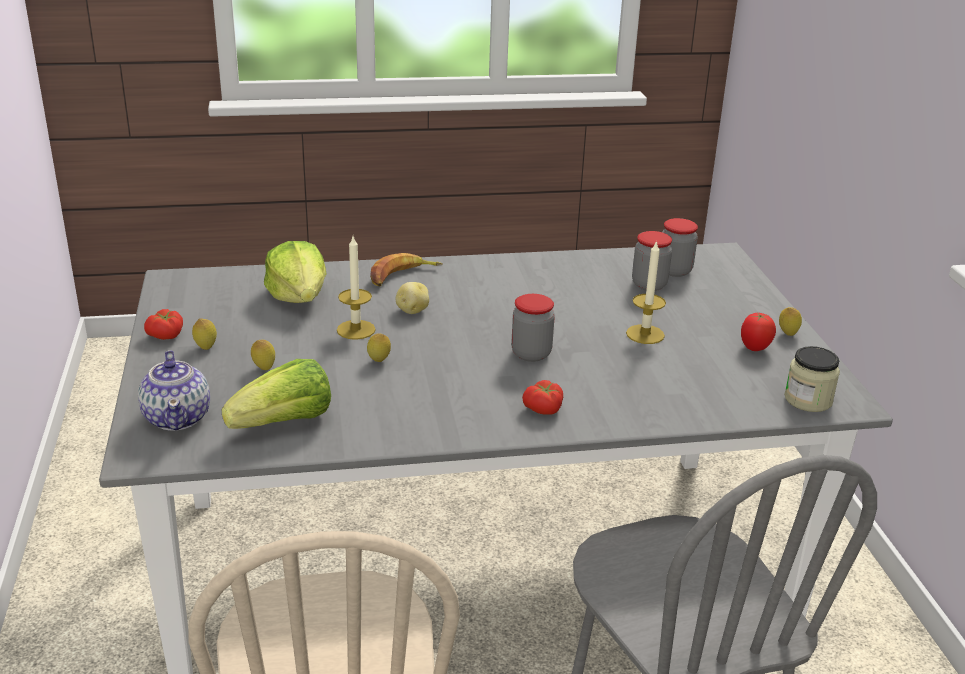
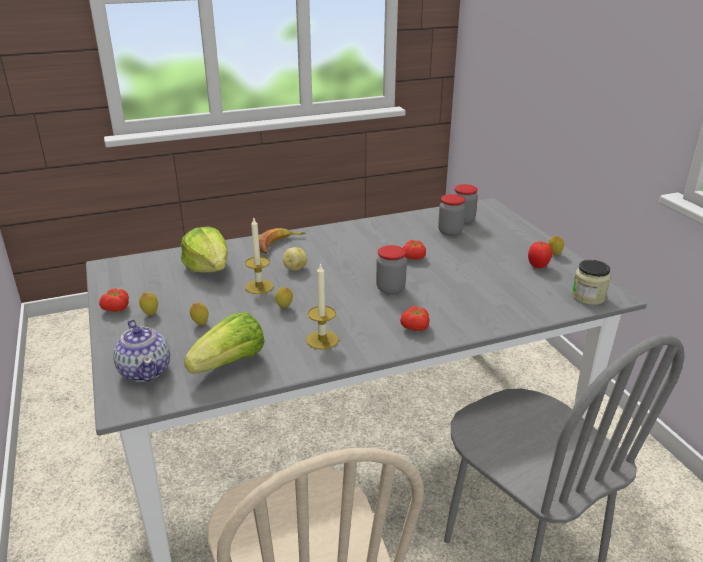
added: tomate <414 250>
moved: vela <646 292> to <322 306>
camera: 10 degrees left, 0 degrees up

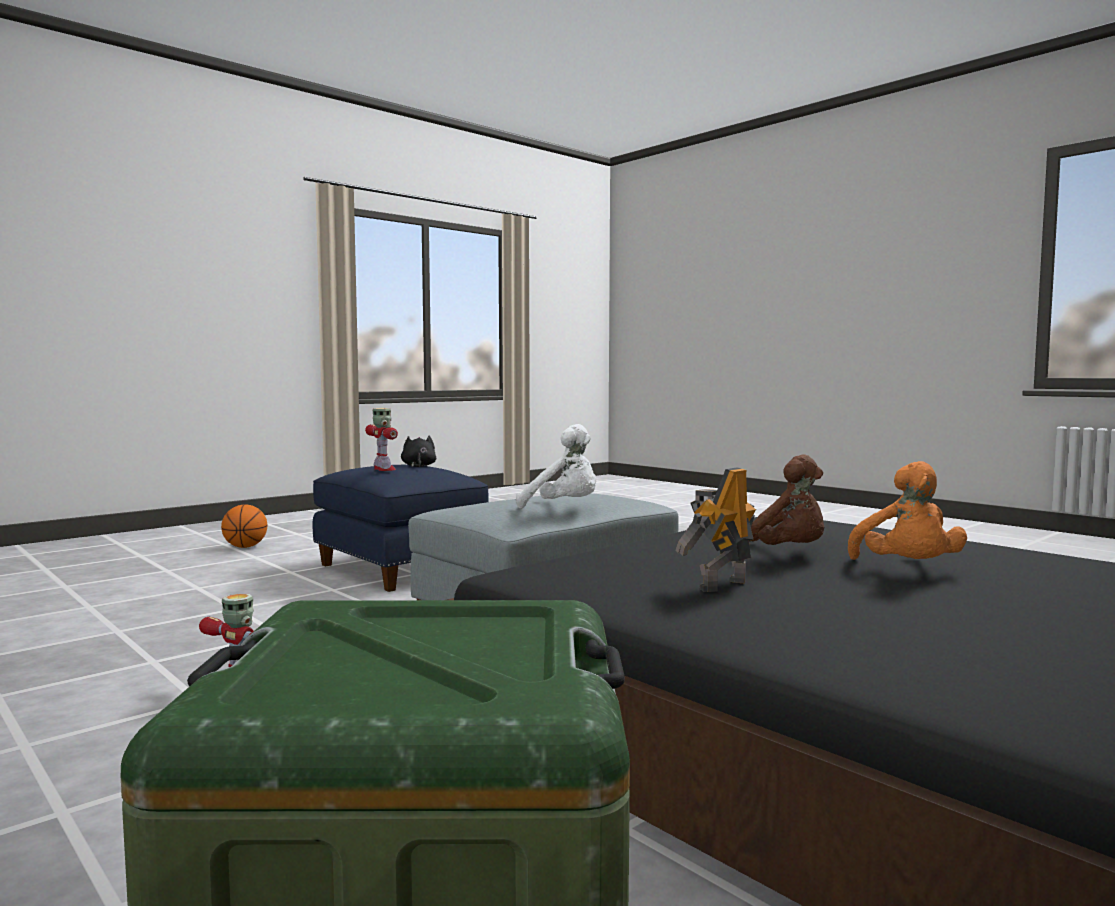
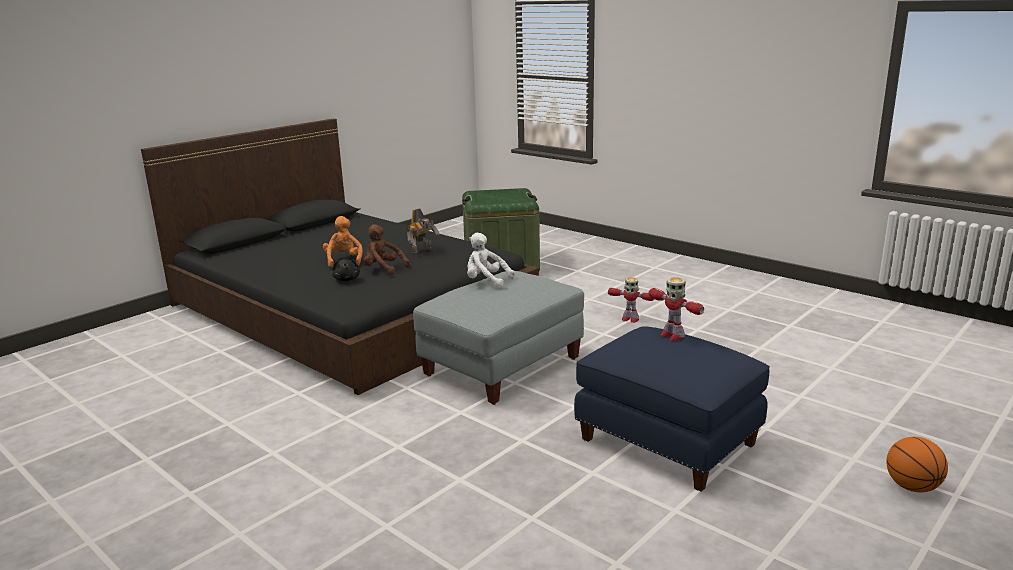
moved: peluche (negro) <418 451> to <346 270>
camera: 175 degrees right, 15 degrees up

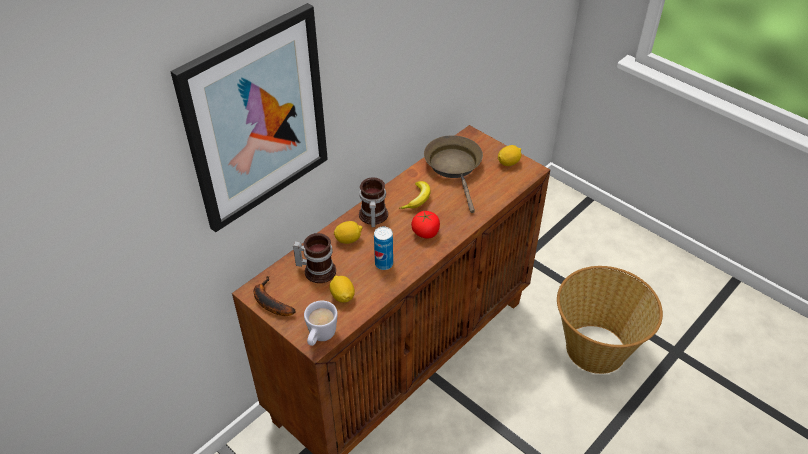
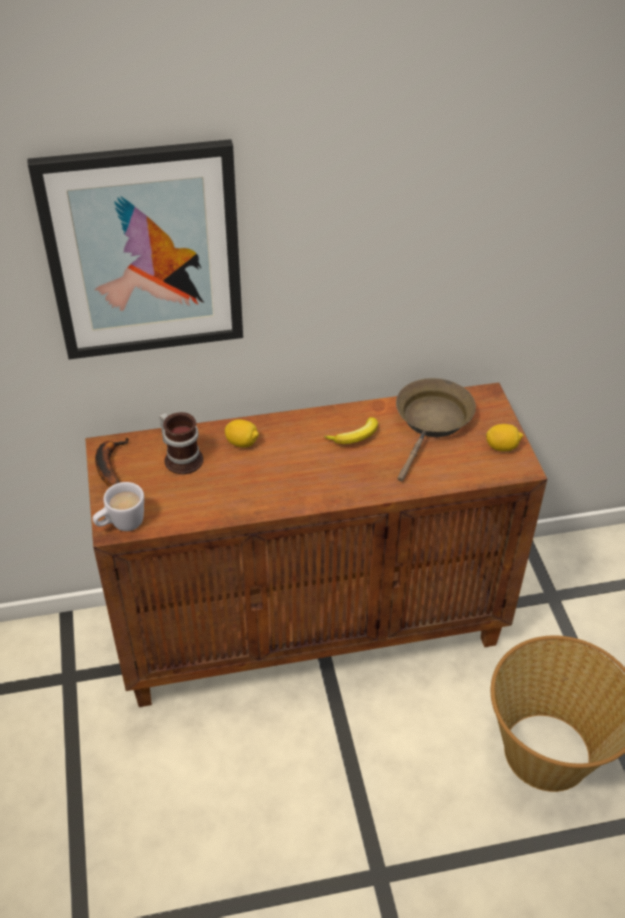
removed: limón <342 289>; taza grande <373 202>; lata <383 248>; tomate <425 225>
camera: 35 degrees right, 0 degrees up

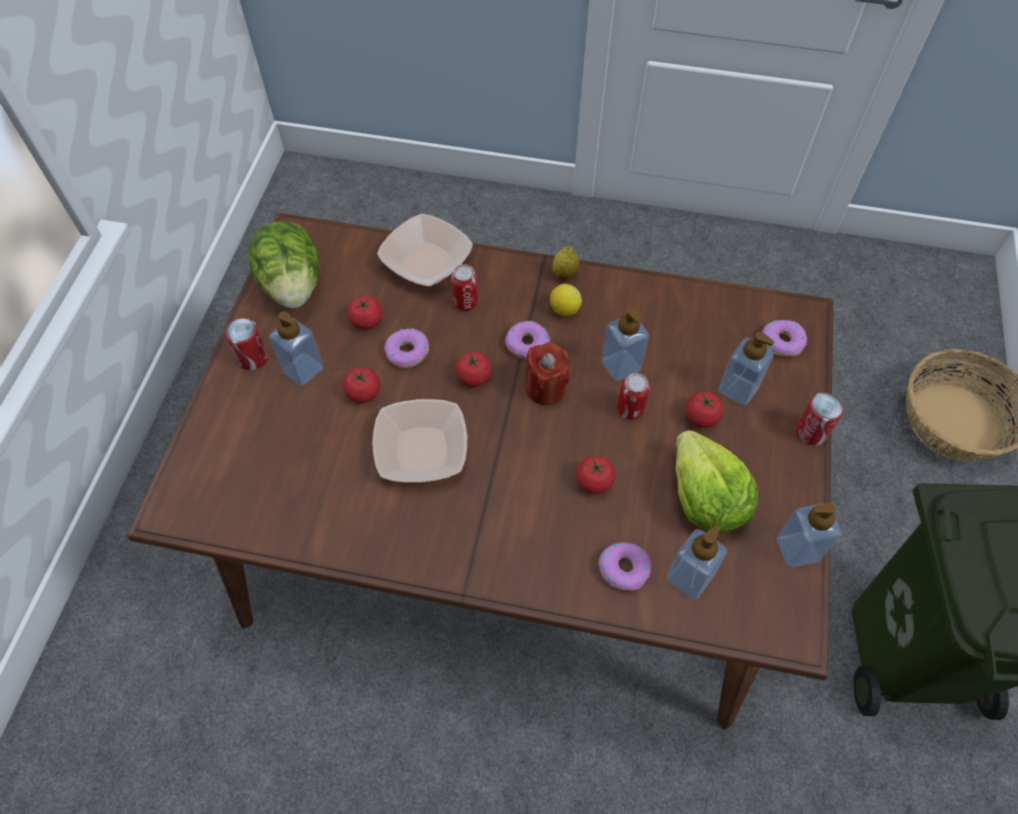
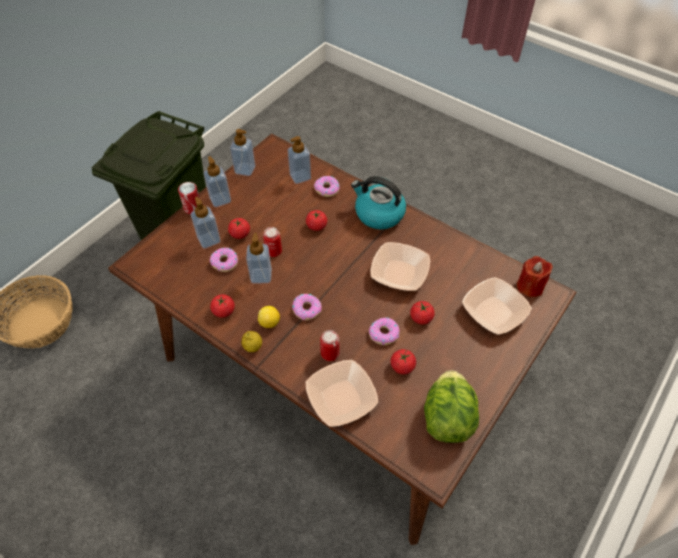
removed: lata <246 344>; lechuga <717 482>
added: hervidor <378 202>; cuenco <497 306>
moved: dispensador de jabón <296 348> to <217 181>; tomate <473 369> to <222 306>; vela (rojo) <547 373> to <535 276>; rosquilla <784 338> to <223 260>
camera: 155 degrees left, 5 degrees down

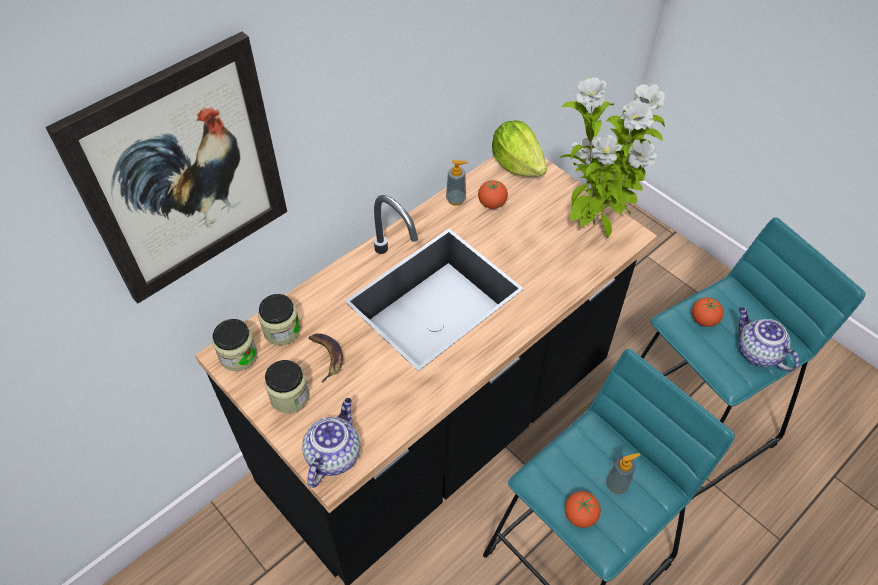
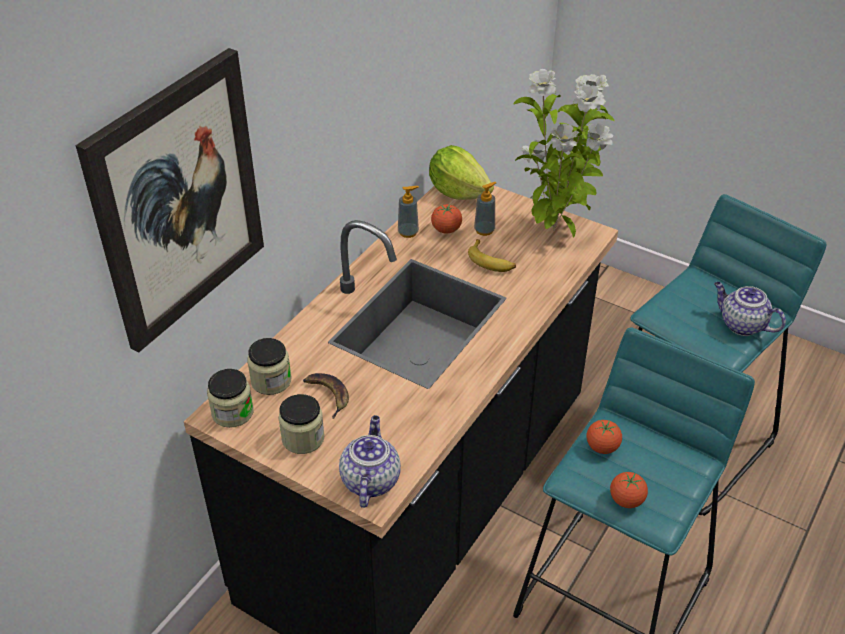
added: plátano <492 255>
moved: dispensador de jabón <623 473> to <485 209>; tomate <708 312> to <604 437>
camera: 15 degrees left, 10 degrees down

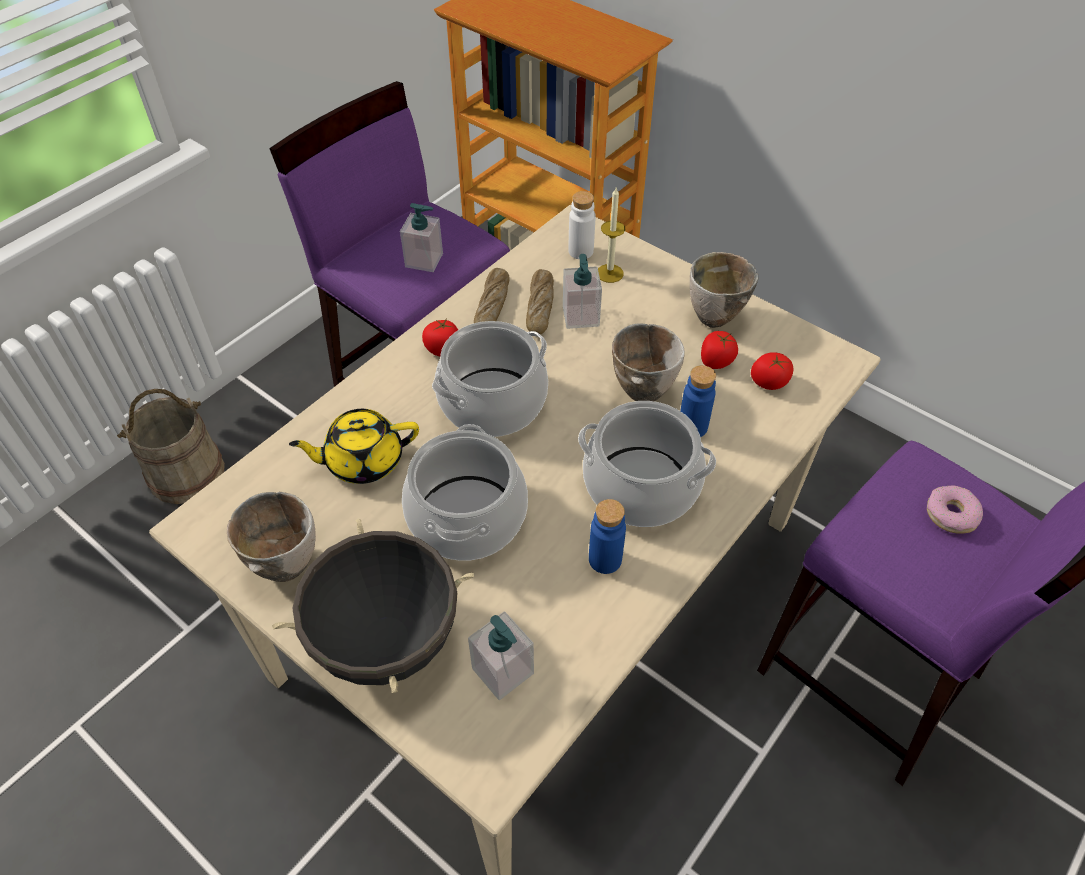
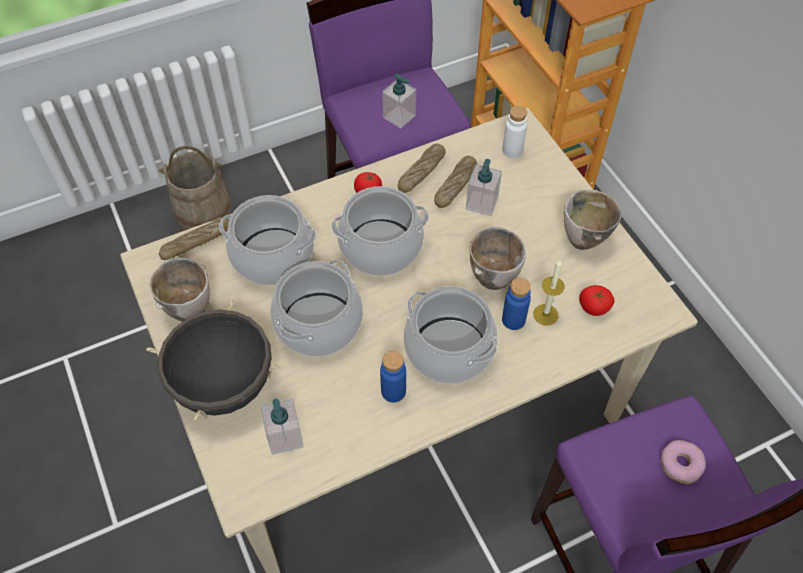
removed: tomate <719 350>
added: pan <194 238>
moved: vela <611 234> to <549 293>
replaced: tetera (amarillo) <354 446> to olla <267 240>
camera: 25 degrees right, 5 degrees up

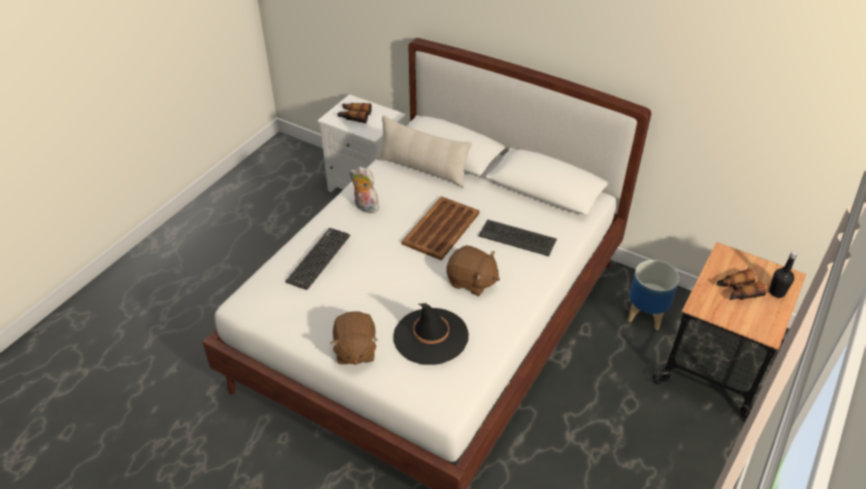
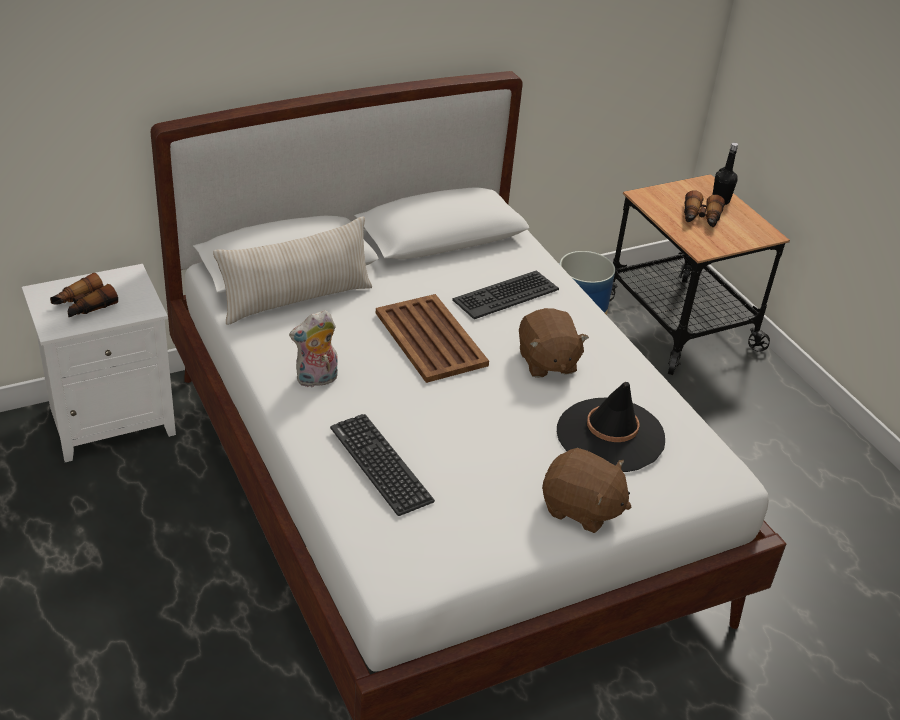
turned: peluche (marrón) <473 270> = <554 343> 105 degrees clockwise
camera: 60 degrees left, 5 degrees down

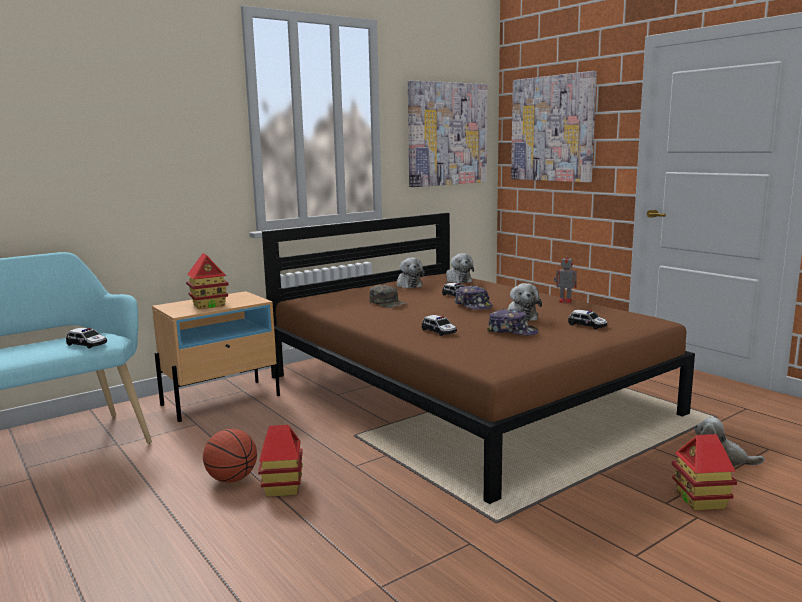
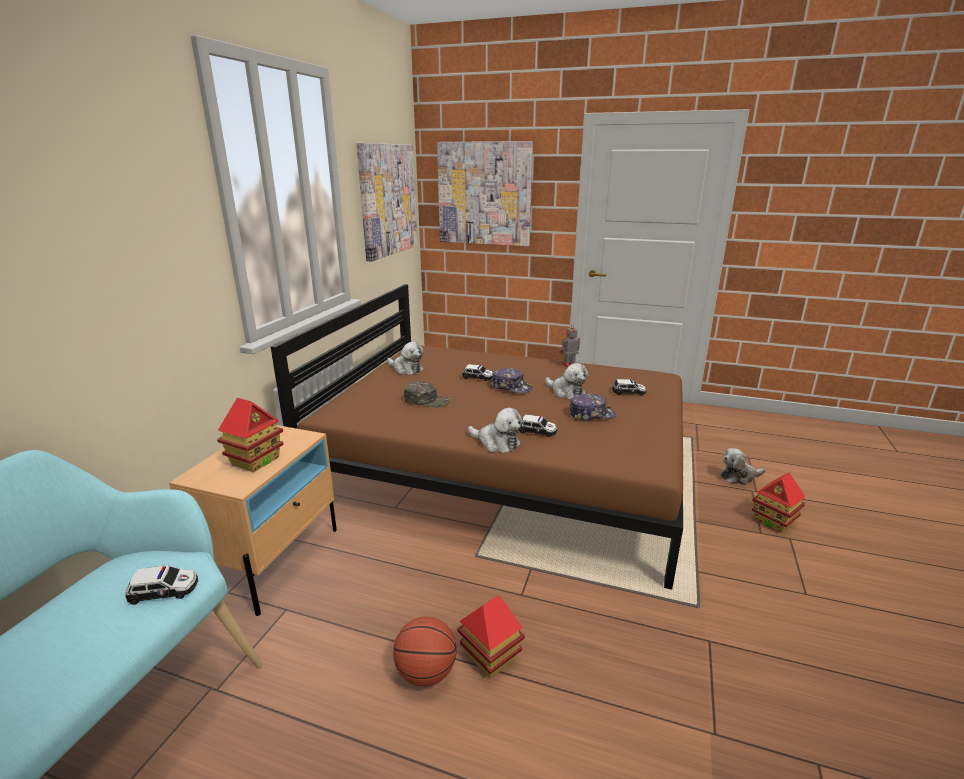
moved: peluche <460 268> to <495 430>
camera: 35 degrees left, 10 degrees up

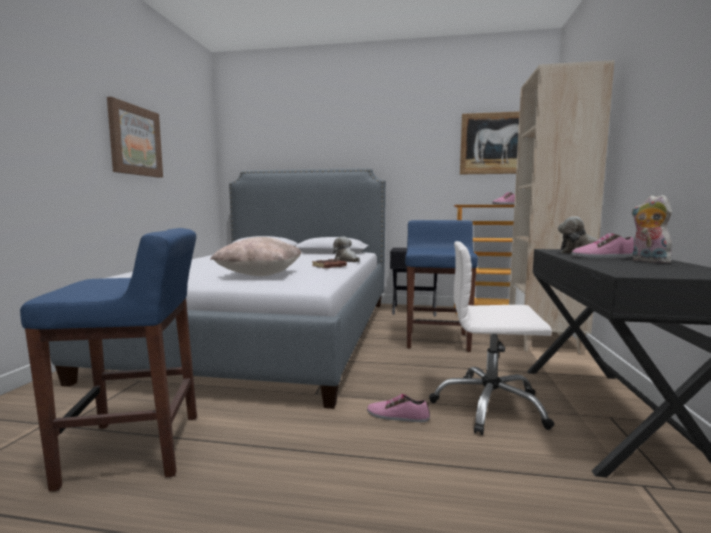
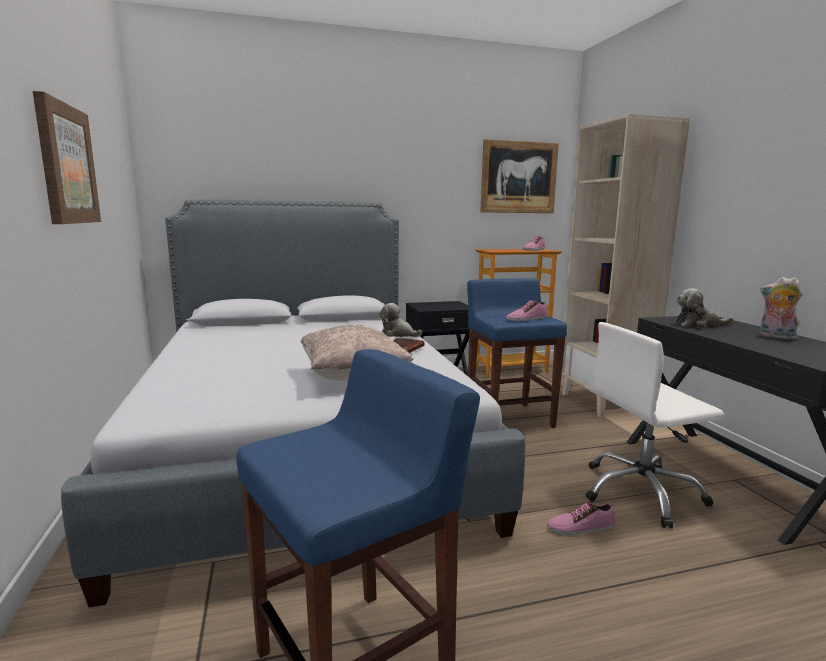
moved: zapato <602 245> to <527 311>
camera: 25 degrees left, 5 degrees up

